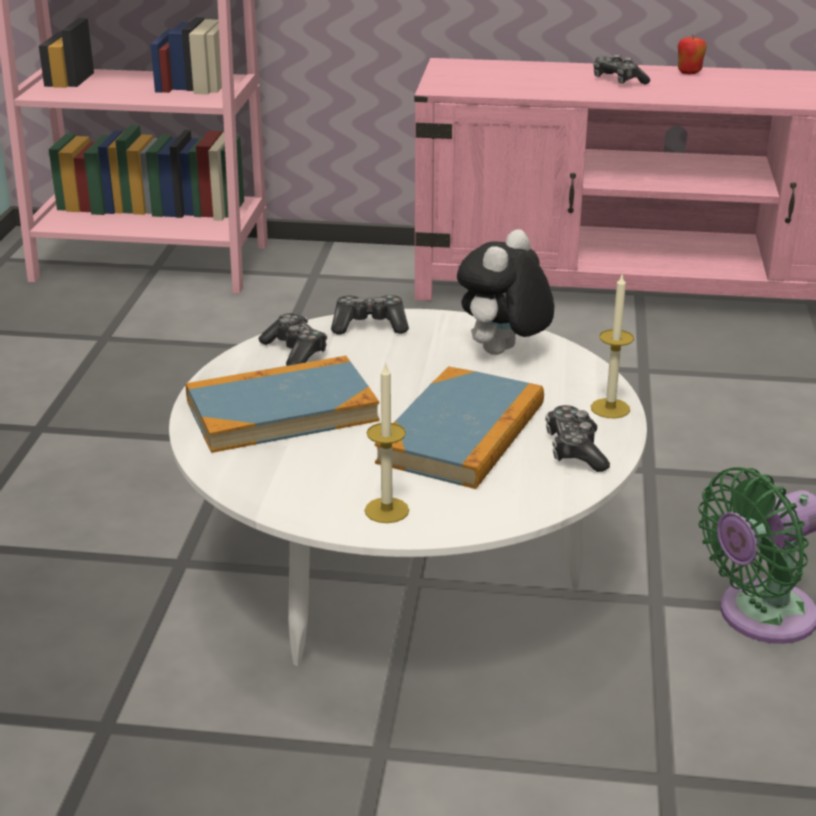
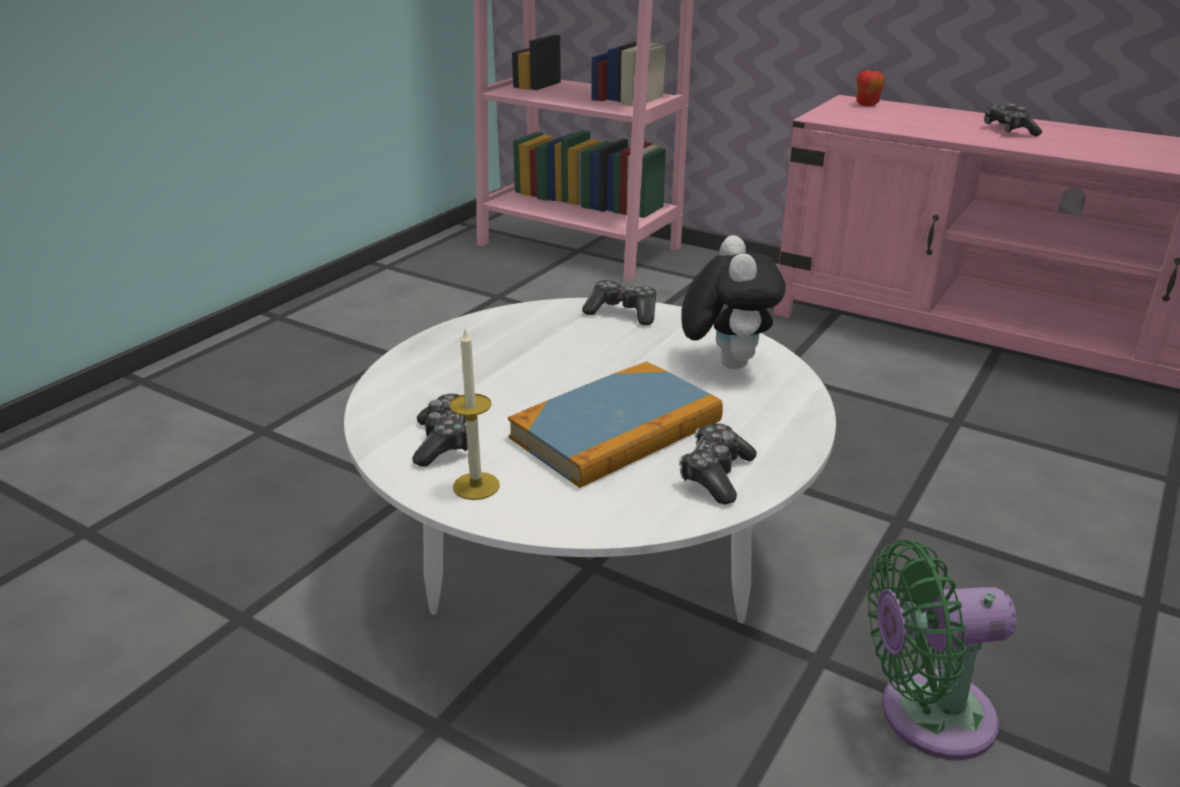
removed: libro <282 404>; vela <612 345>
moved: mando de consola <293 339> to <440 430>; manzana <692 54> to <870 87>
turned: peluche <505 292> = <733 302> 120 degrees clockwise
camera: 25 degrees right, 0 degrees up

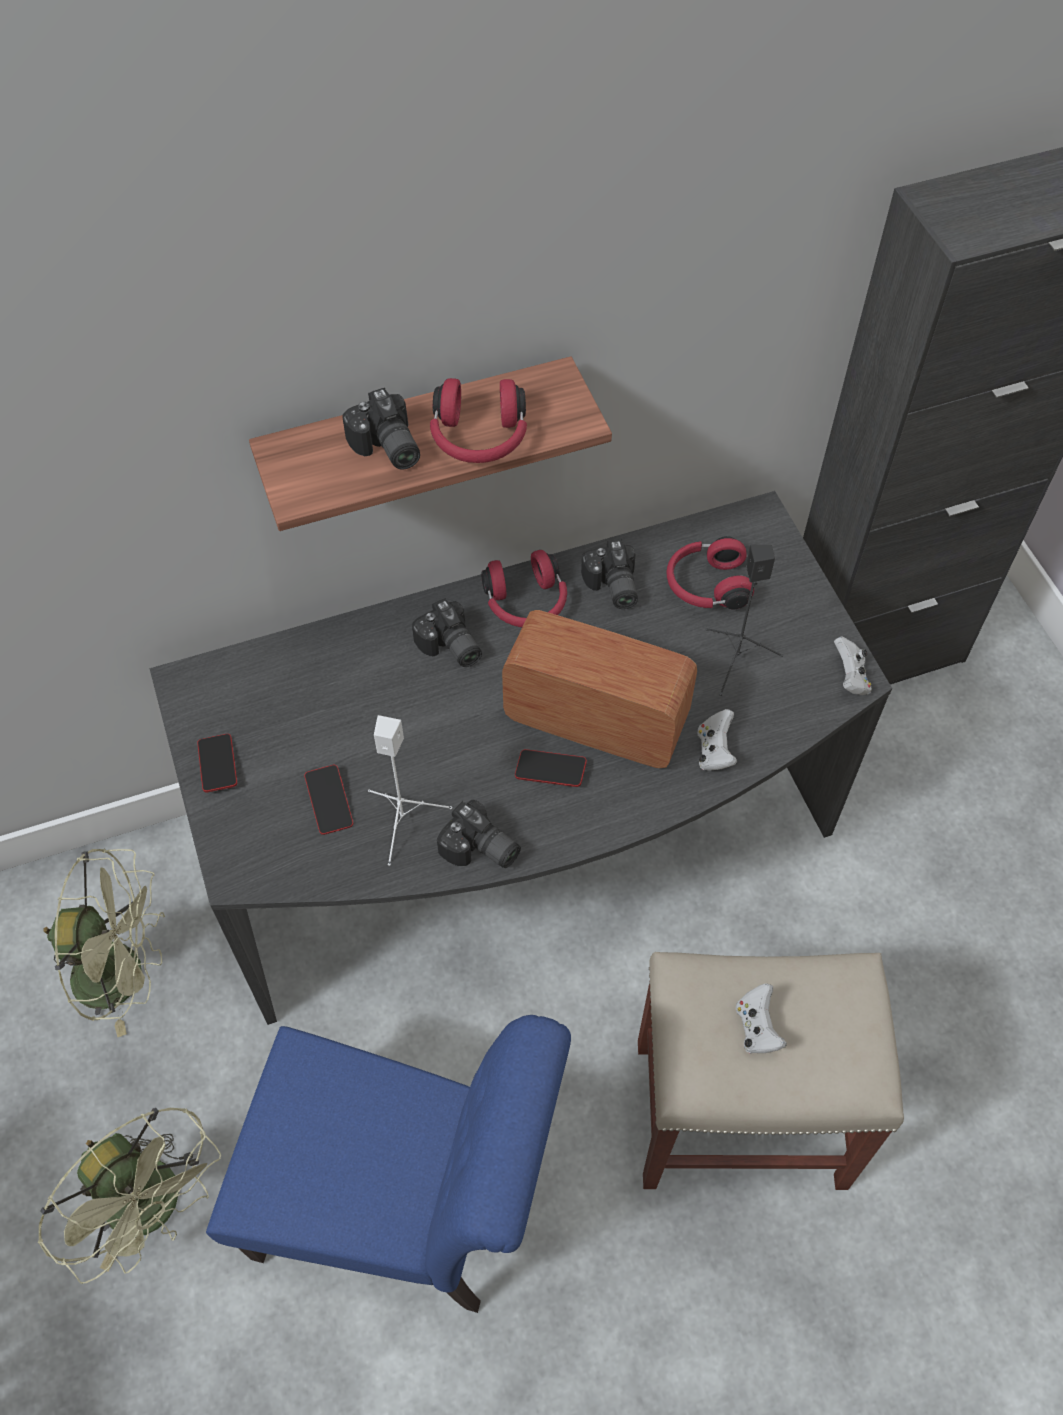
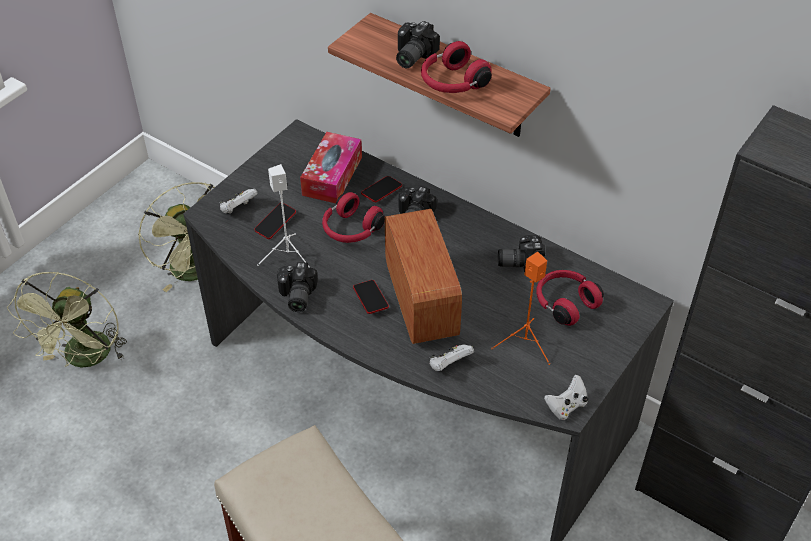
removed: silla (azul) <388 1164>
added: caja de pañuelos <331 167>
moved: móvil <217 763> to <381 189>; auriculares (rojo) <524 588> to <353 217>; mando de consola (blanco) <761 1018> to <239 201>
recoloured: altavoz (negro) <744 620> to altavoz (naranja) <520 308>
turned: cámara <609 574> = <521 253> 45 degrees clockwise
camera: 55 degrees right, 10 degrees down

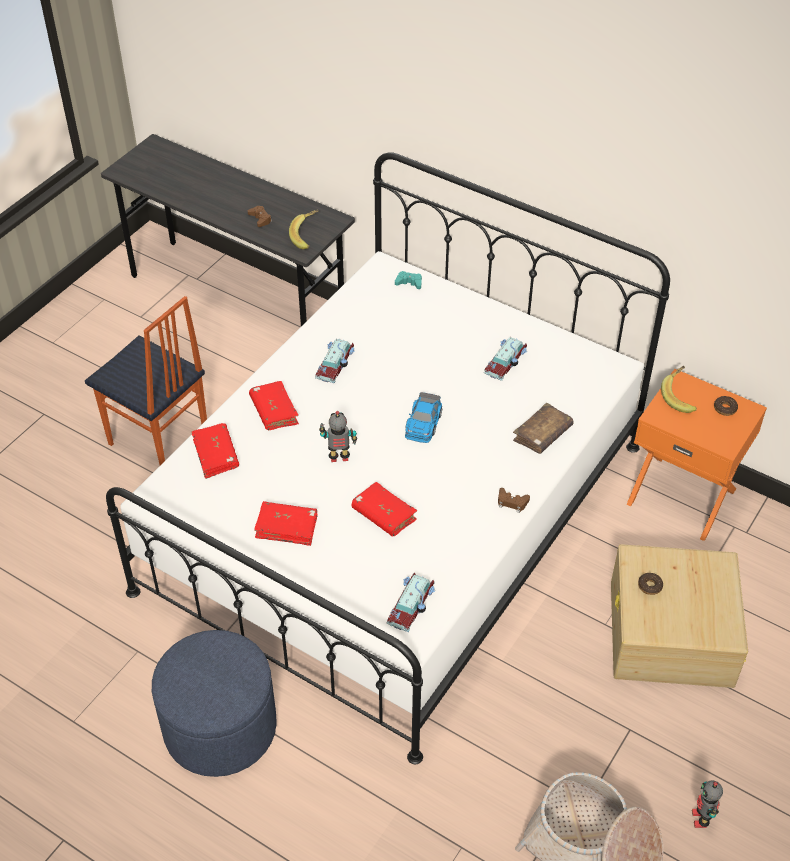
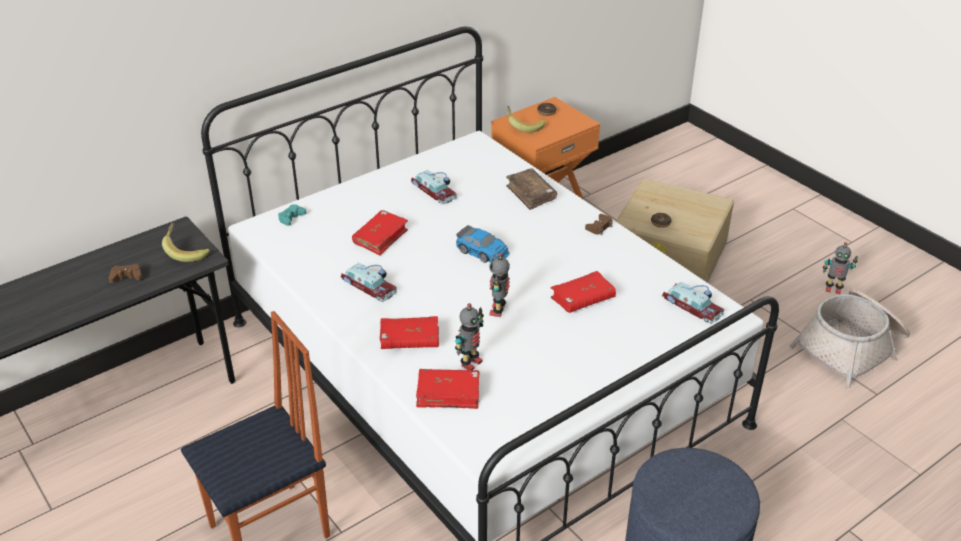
added: robot de juguete <469 336>
moved: libro (rojo) <286 523> to <380 232>
camera: 70 degrees left, 10 degrees down

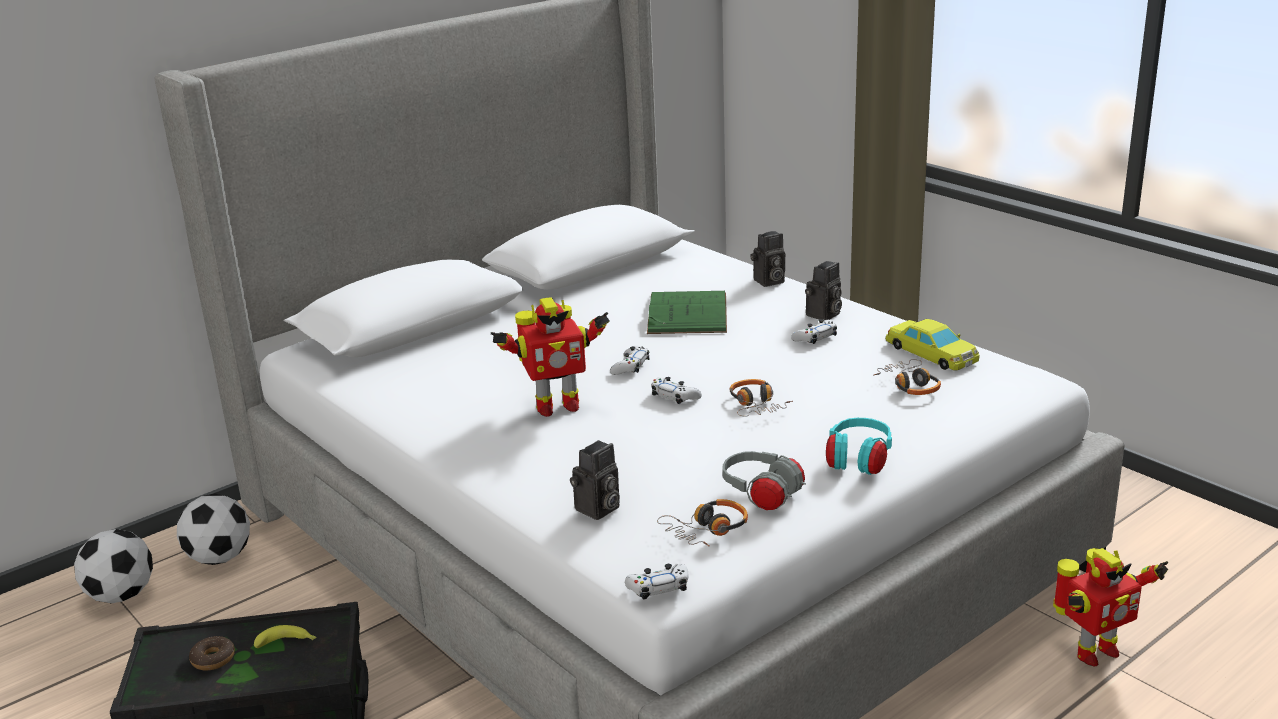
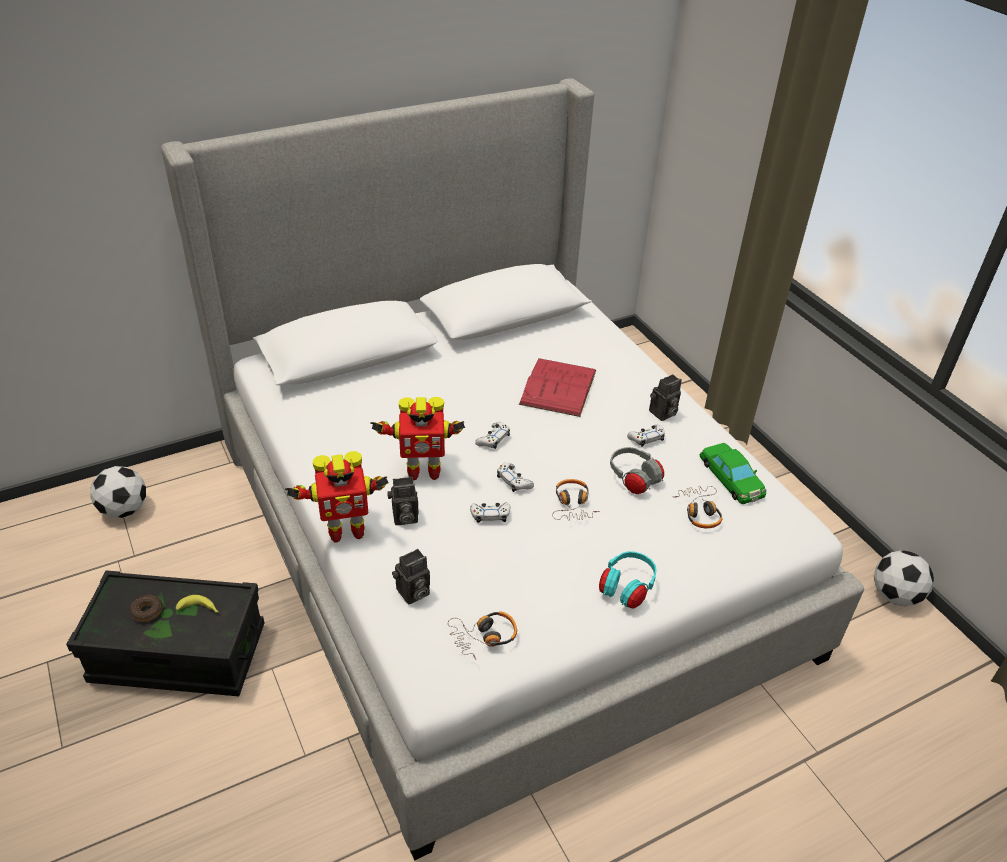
moved: balón de fútbol <213 529> to <904 578>; mando de consola (blanco) <657 582> to <490 513>; auriculares (gris) <764 480> to <637 470>; cámara <768 259> to <403 501>; robot de juguete <1110 607> to <337 497>
recoloured: libro (verde) <687 312> to libro (rojo) <557 387>; coche de juguete (amarillo) <932 345> to coche de juguete (verde) <733 473>
camera: 10 degrees right, 15 degrees up

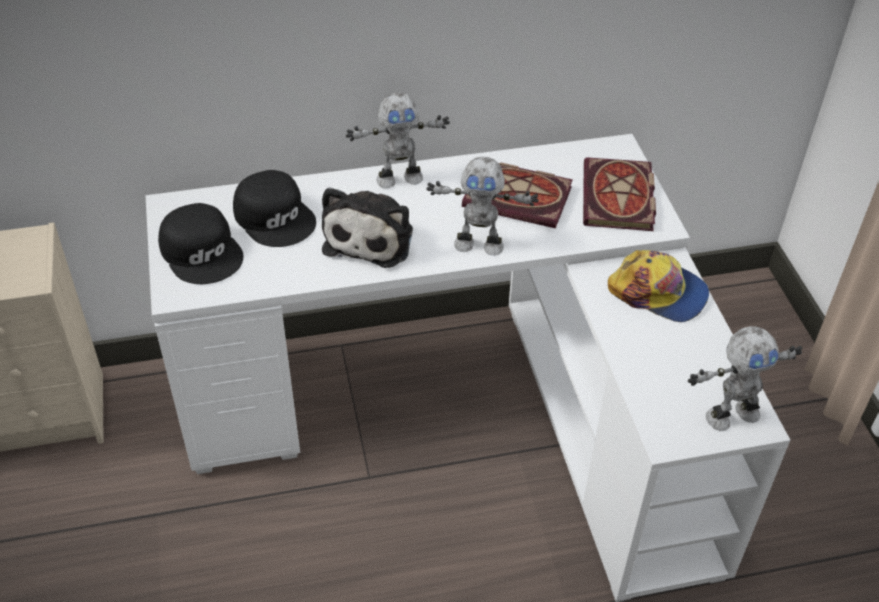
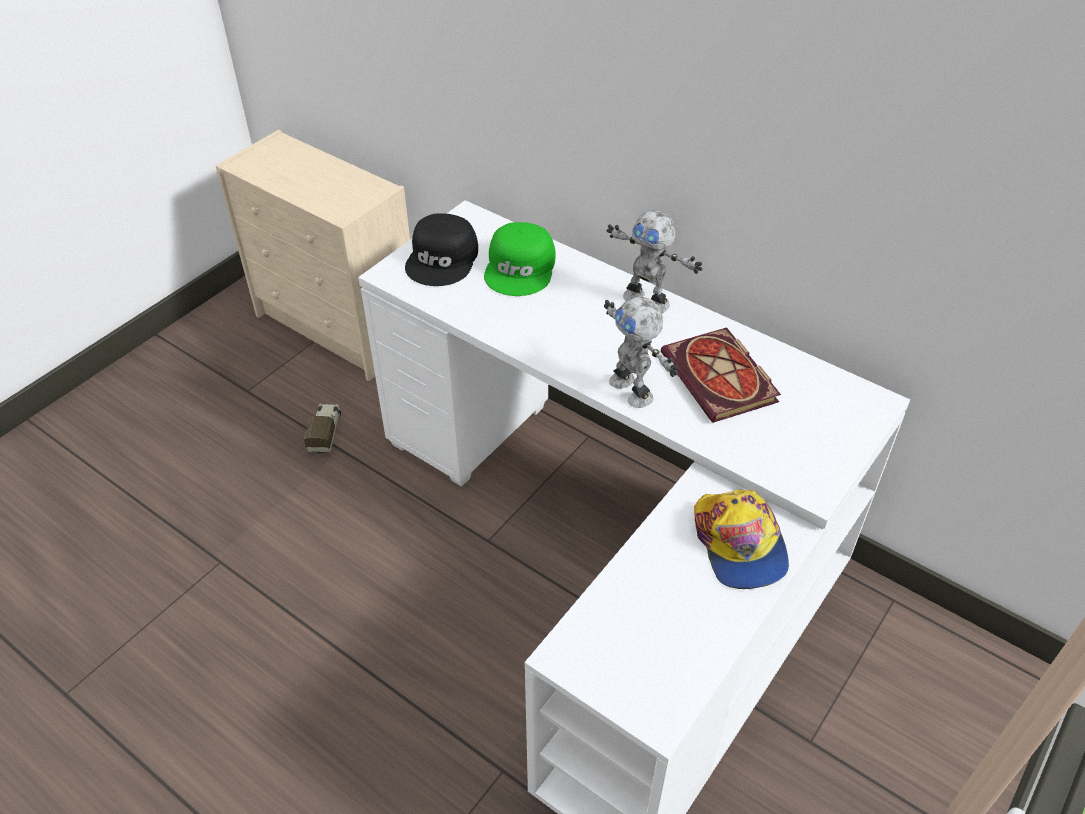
removed: peluche <367 227>; libro <619 194>; robot de juguete <745 378>
added: camión de juguete <322 429>
recoloured: gorra (negro) <274 208> to gorra (verde) <520 259>
camera: 50 degrees right, 0 degrees up

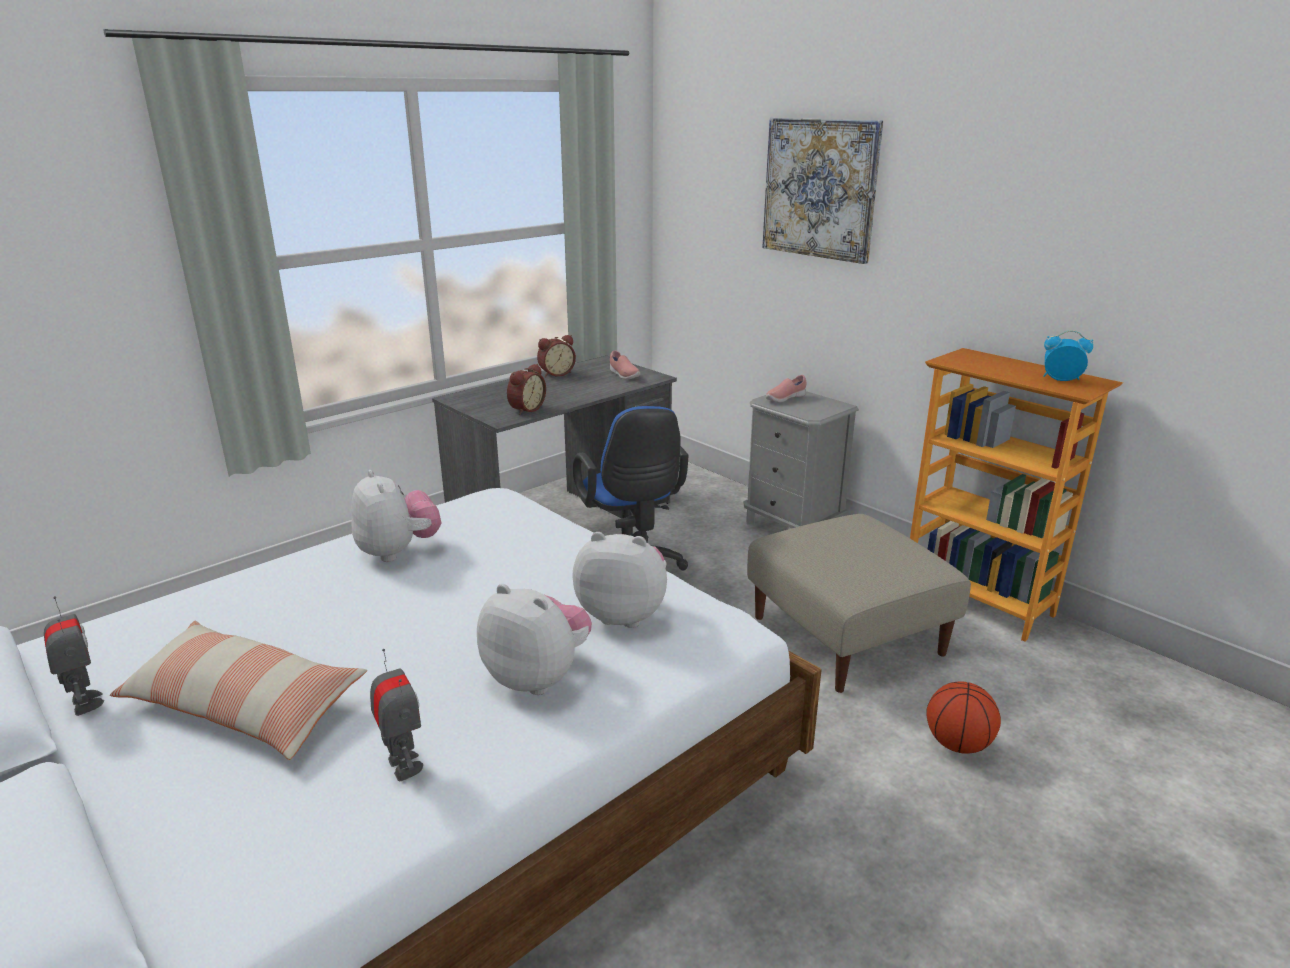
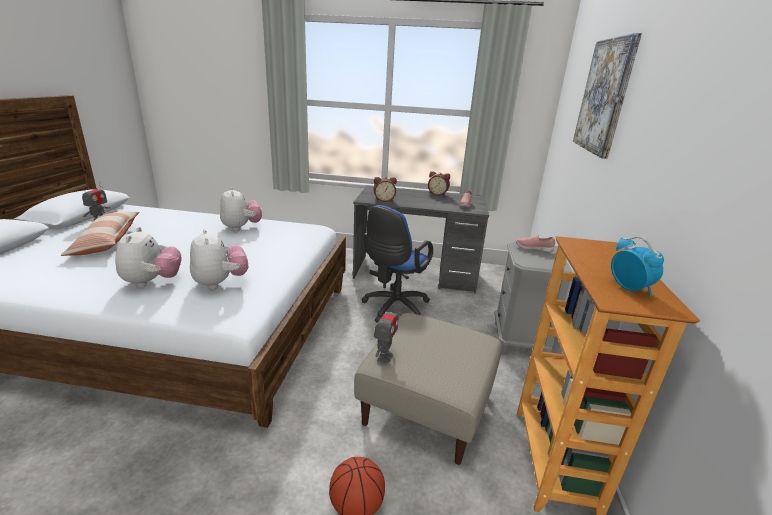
moved: robot de juguete <396 715> to <386 332>
turned: peluche <396 516> = <241 209> 45 degrees counterclockwise
camera: 50 degrees right, 0 degrees up

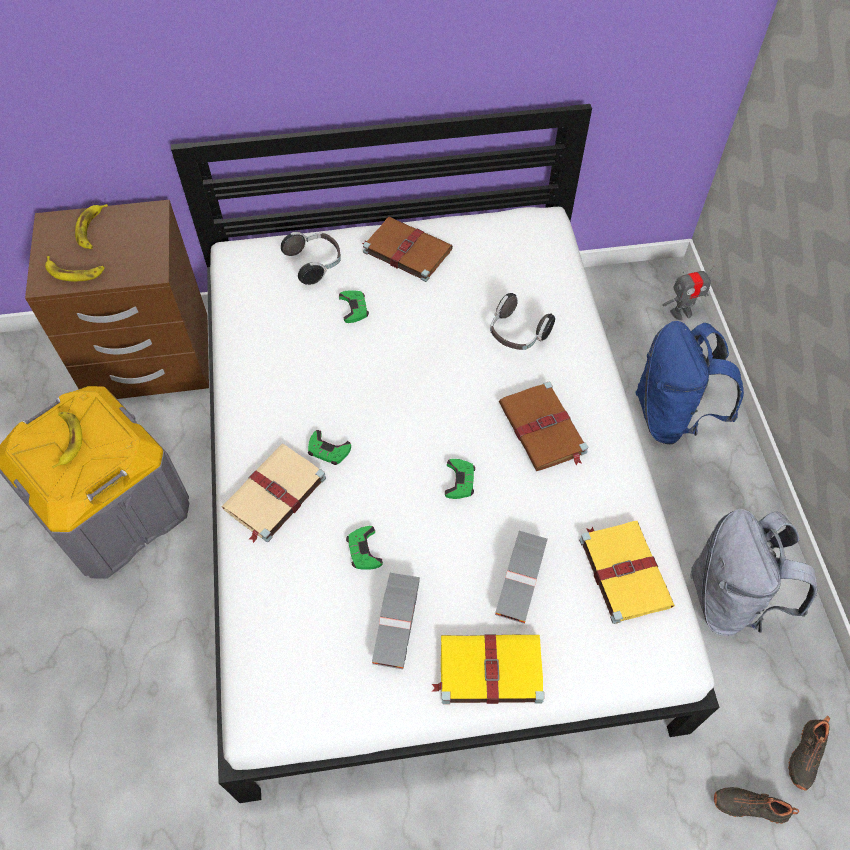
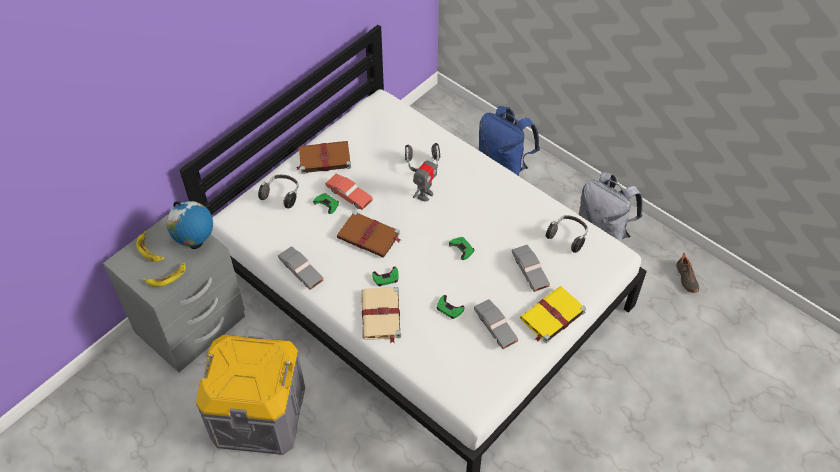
removed: plátano <67 440>; zapato (negro) <756 805>
added: globo terráqueo <190 225>; coche de juguete (gris) <301 268>; coche de juguete (rojo) <349 192>
moved: libro (marrón) <543 426> to <368 234>; robot de juguete <688 293> to <425 177>
replaced: libro (amarillo) <627 572> to auriculares <567 234>
recoloured: mesita de noche (marrón) <117 299> to mesita de noche (gris) <174 293>
camera: 40 degrees left, 5 degrees down

